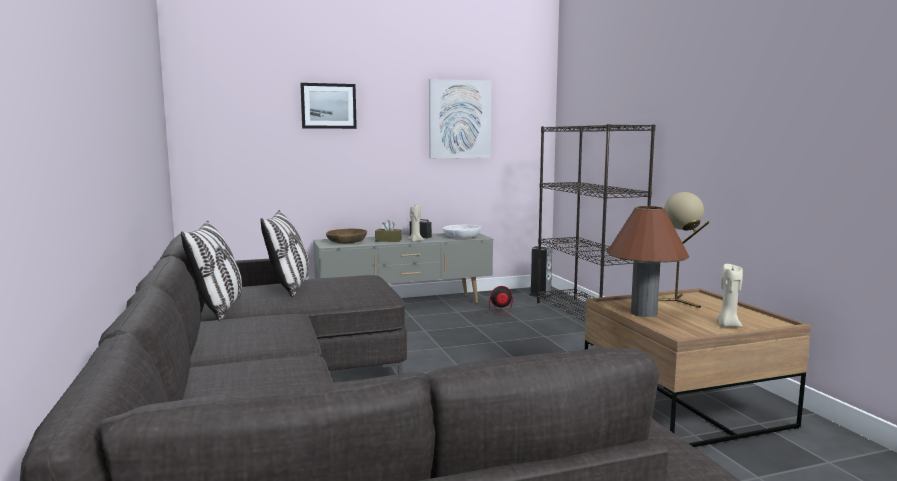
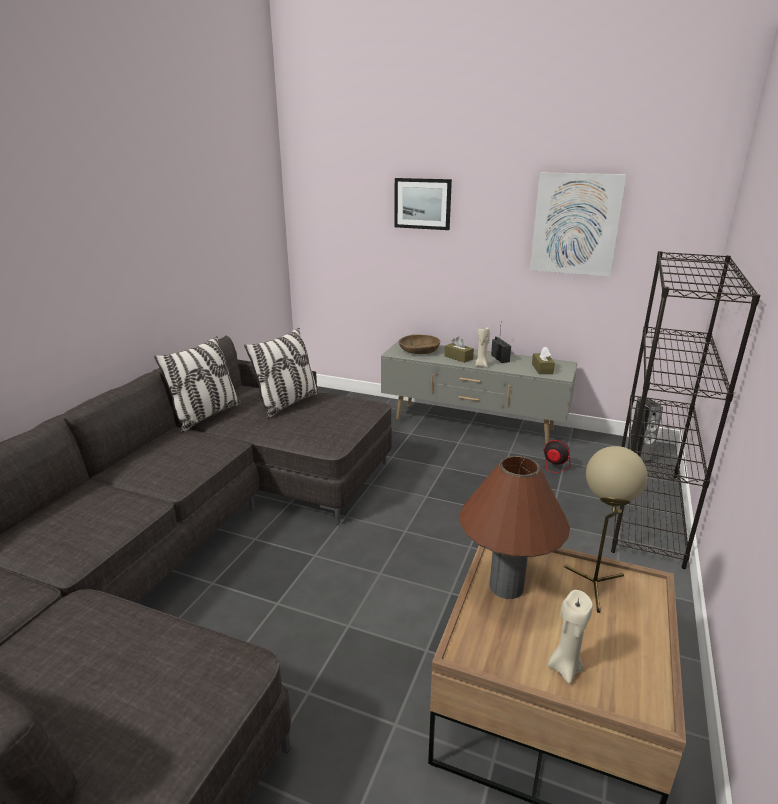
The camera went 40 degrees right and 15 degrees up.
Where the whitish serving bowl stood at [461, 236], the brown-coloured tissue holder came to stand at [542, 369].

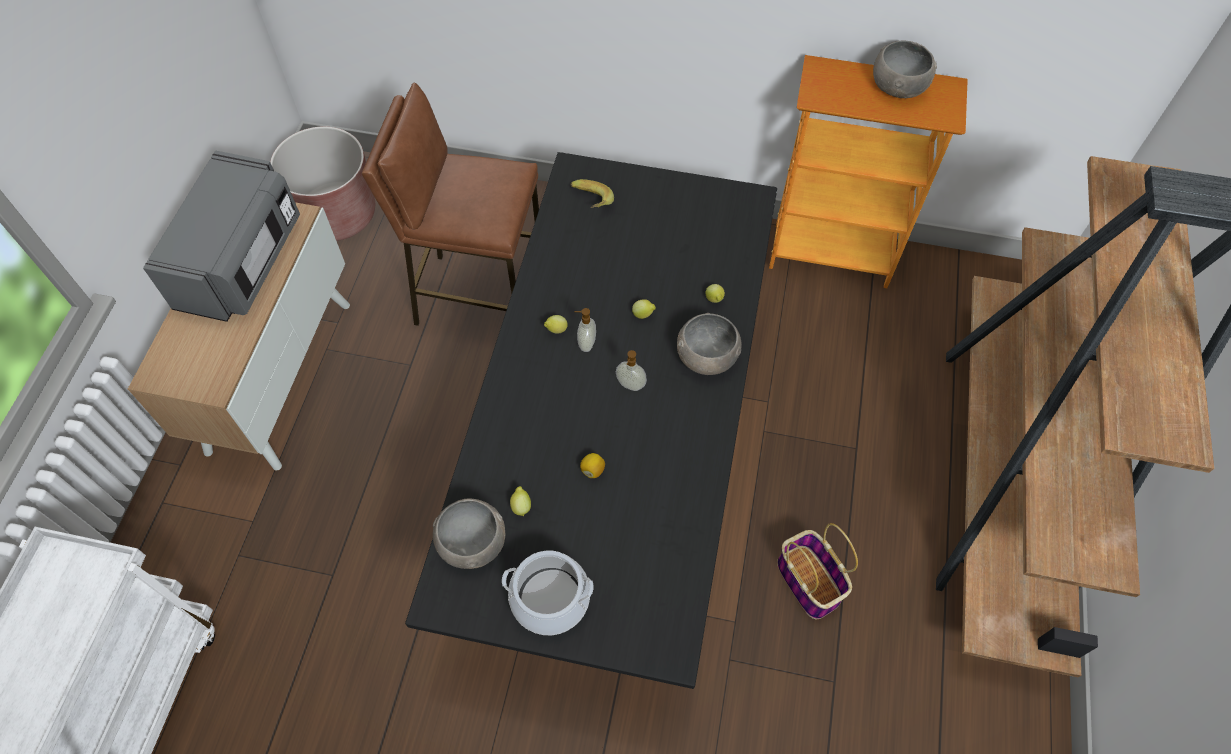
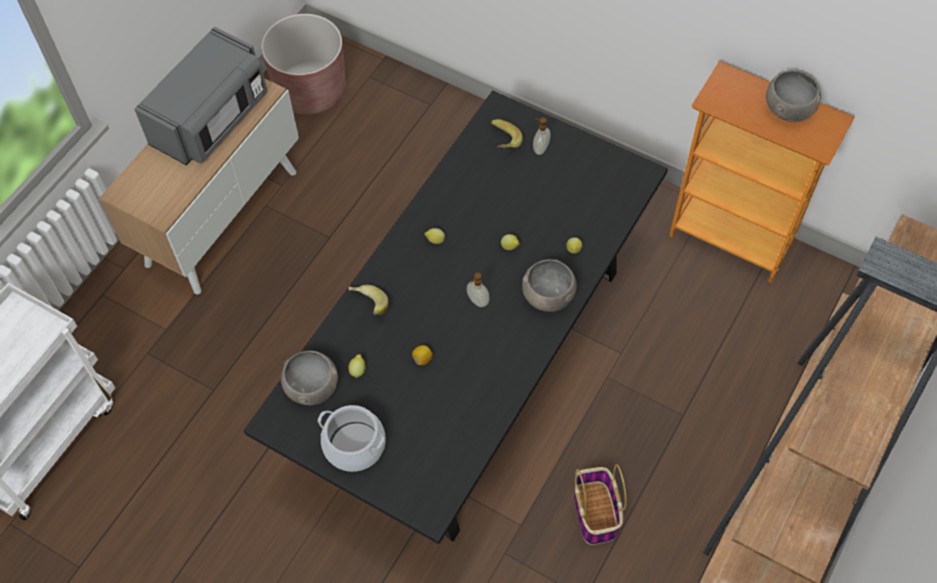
The camera went 20 degrees right and 0 degrees up.
The second view gained the banana at [368, 305].
The liquid soap bottle ended up elsewhere, having gone from [586, 343] to [540, 148].
The second view lost the brown-coloured stool seat at [480, 297].

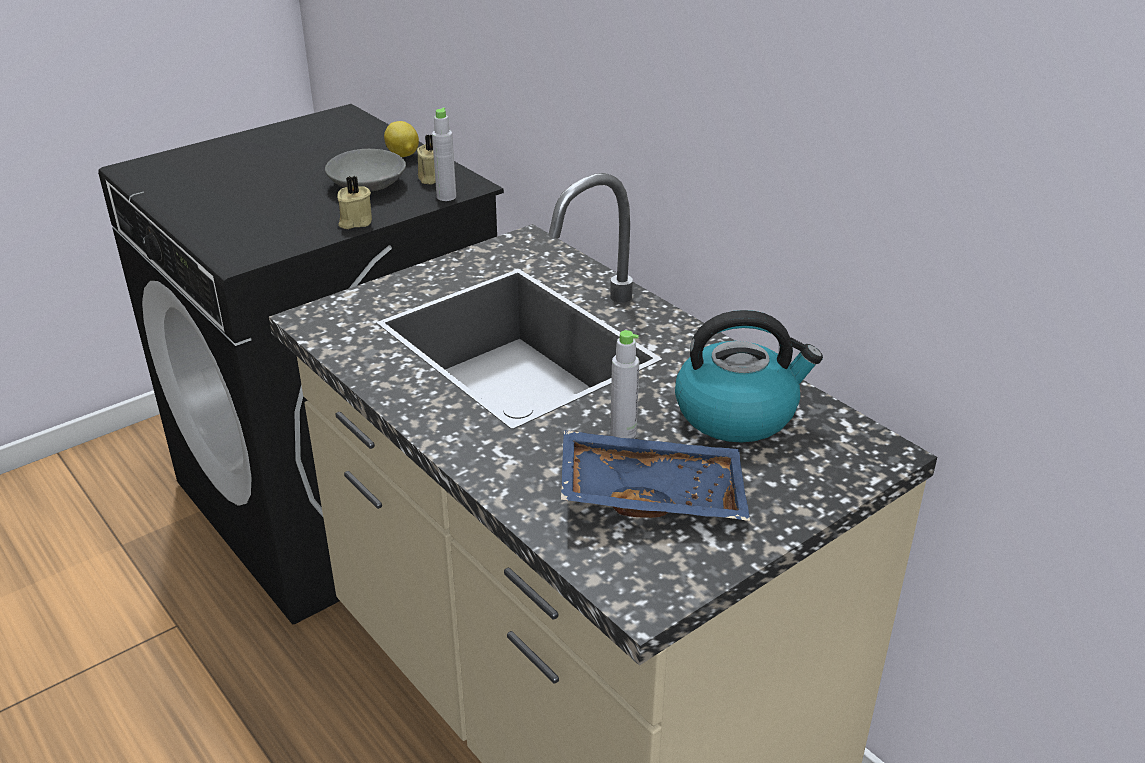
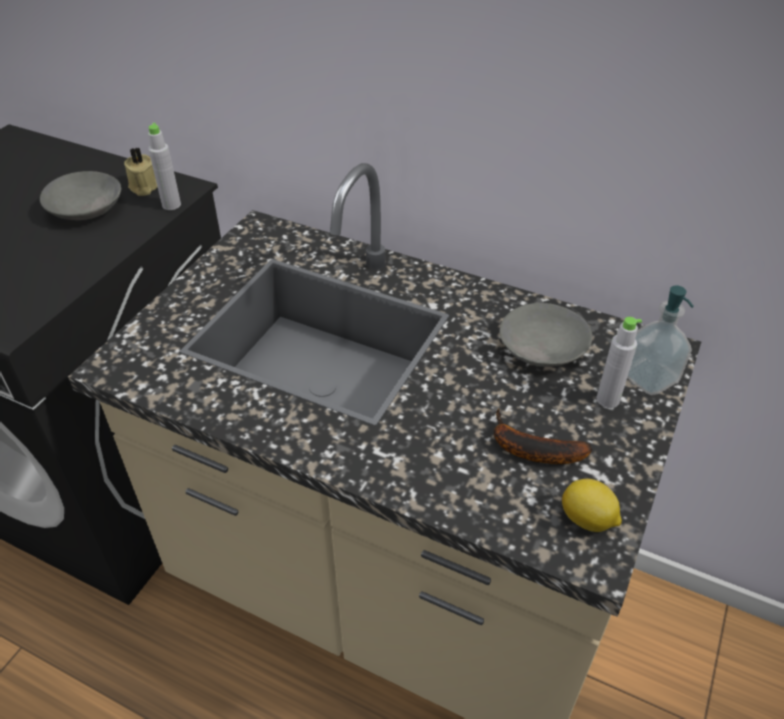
The camera went 25 degrees left and 10 degrees up.
Where the blue-coloured serving tray stood at [652, 493], the banana came to stand at [530, 449].
Where the tea kettle stood at [737, 413], the gray serving bowl came to stand at [540, 349].
The lemon ended up elsewhere, having gone from [403, 155] to [588, 520].
The gray beverage bottle ended up elsewhere, having gone from [623, 435] to [608, 399].
The second view gained the liquid soap bottle at [649, 377].
The second view lost the beige wax light at [354, 221].

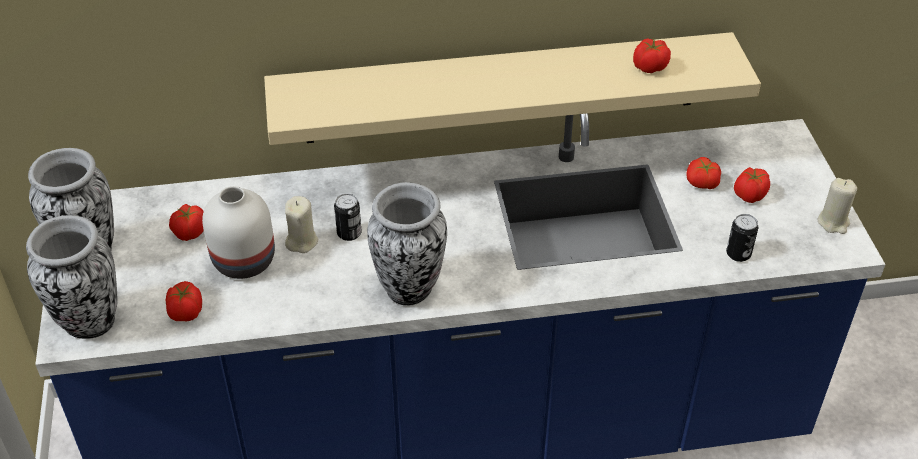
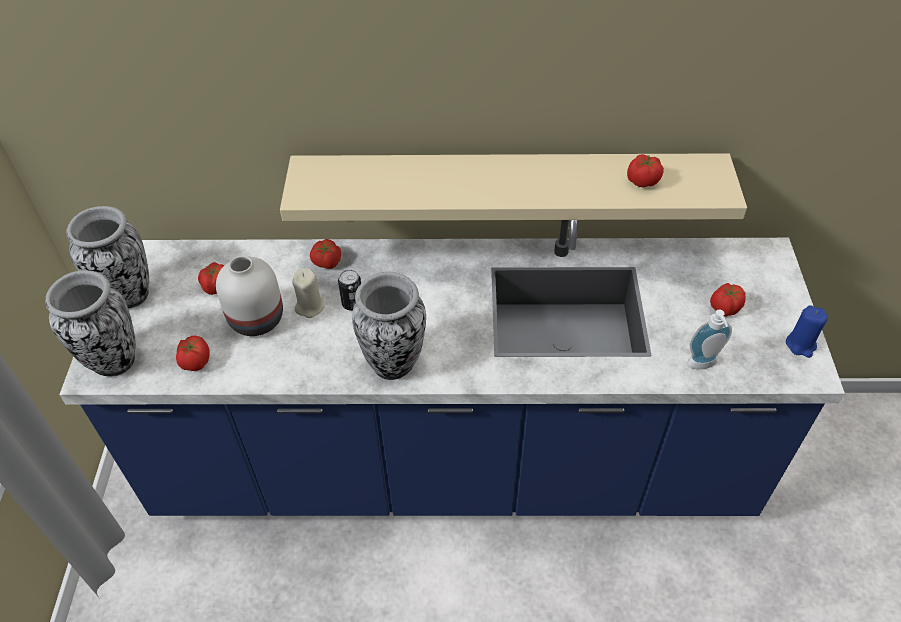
The camera went 10 degrees right and 5 degrees up.
The fresh tomato ended up elsewhere, having gone from [702, 183] to [327, 262].
Where the sealed can stood at [738, 254], the liquid soap bottle came to stand at [703, 366].
What was the beige wax light at [833, 222] turned into the blue-coloured wax light at [801, 344].

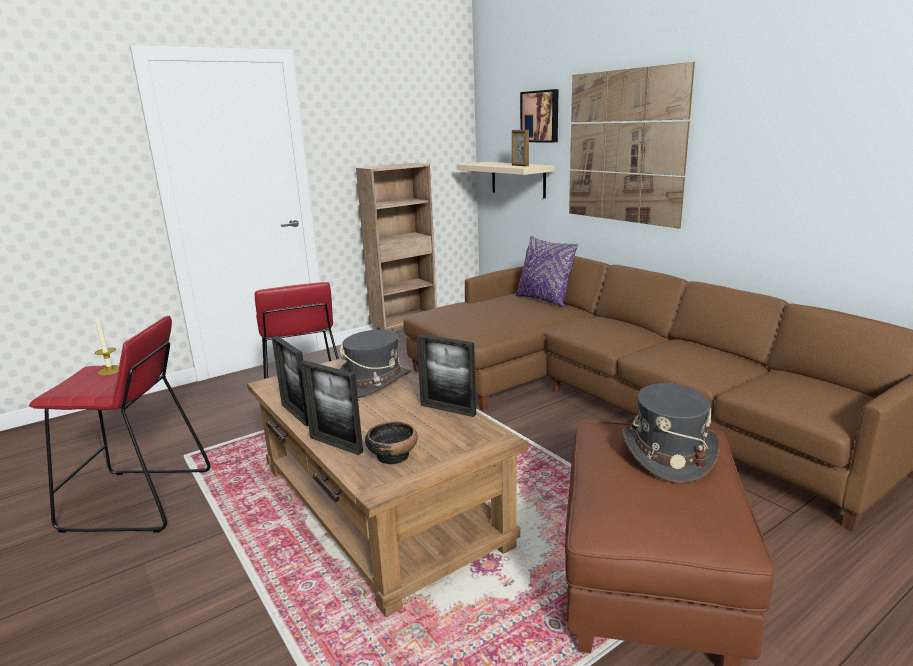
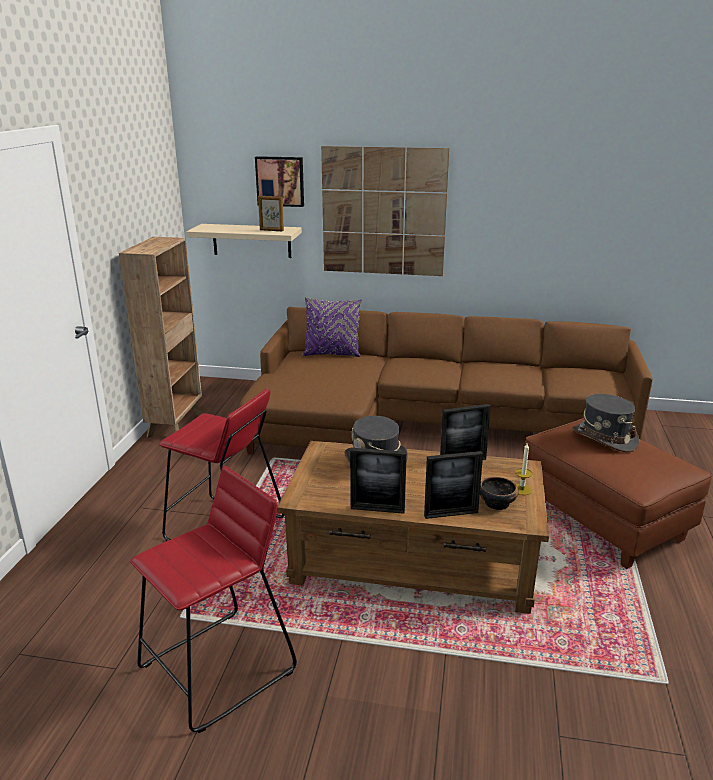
The camera went 45 degrees left and 5 degrees up.
The wax light ended up elsewhere, having gone from [110, 370] to [521, 489].

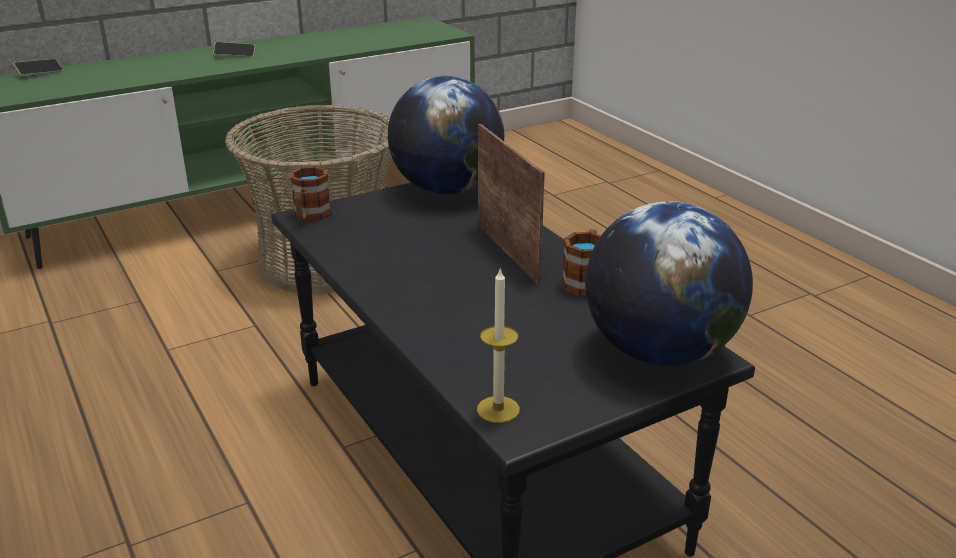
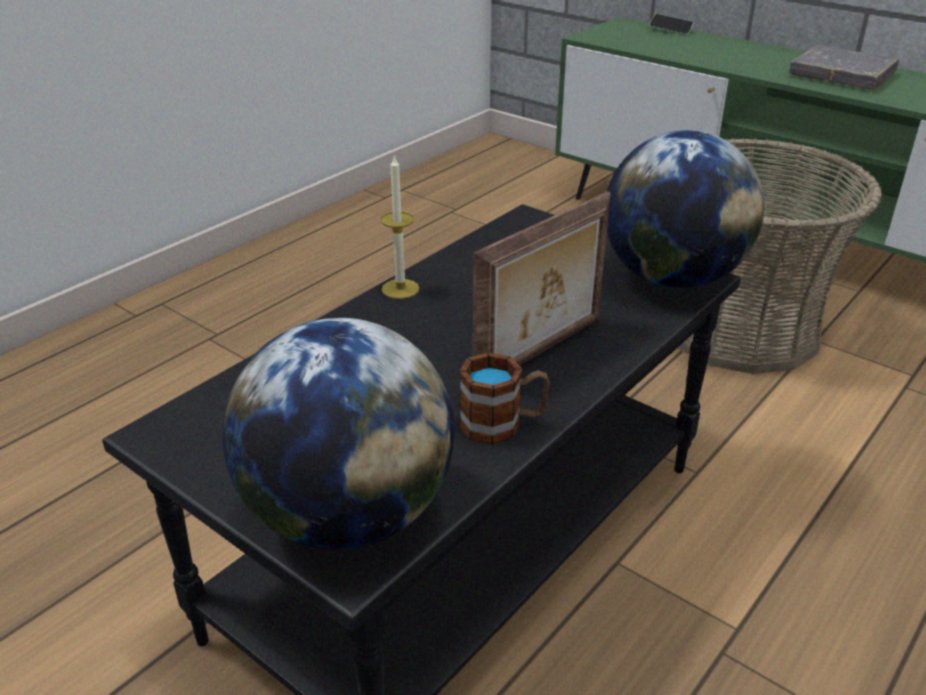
The camera went 70 degrees right and 5 degrees up.
The wax light ended up elsewhere, having gone from [498, 409] to [400, 289].
Where the handset stood at [235, 55], the gray bound book came to stand at [842, 74].
The second view lost the coffee mug at [309, 216].

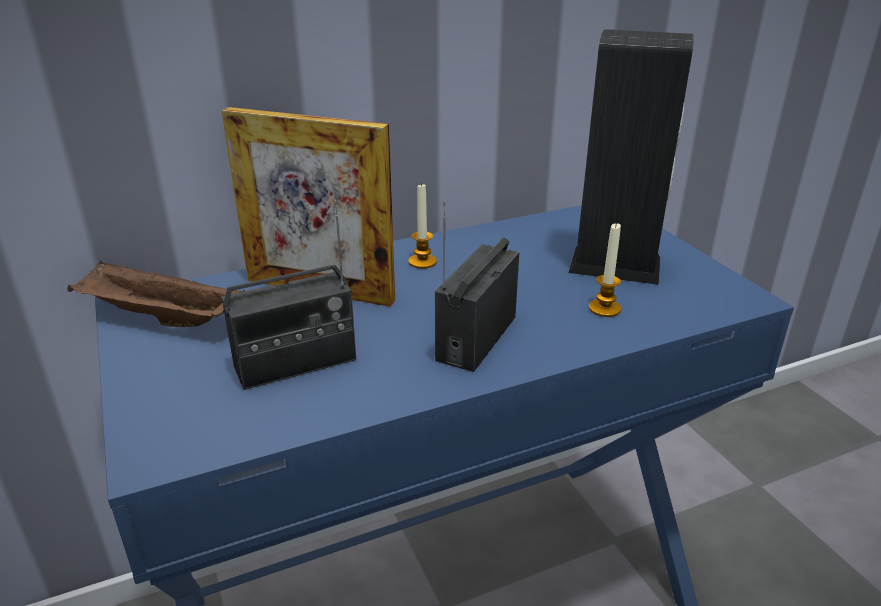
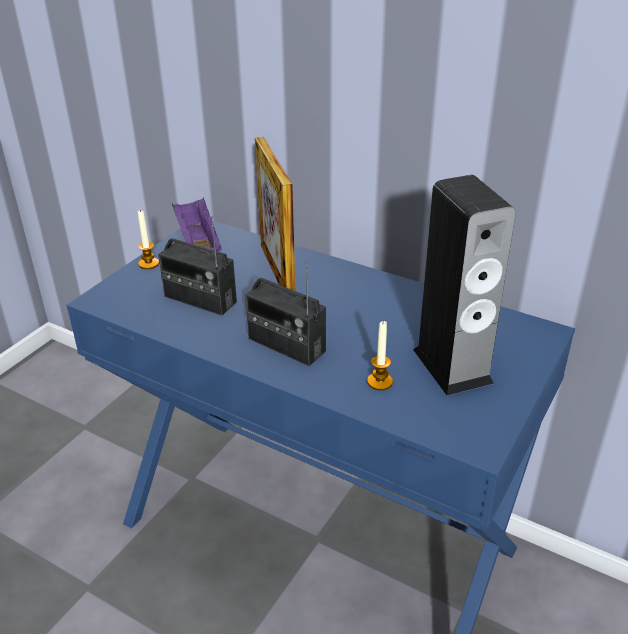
The camera went 55 degrees right and 5 degrees up.
The wax light ended up elsewhere, having gone from [422, 262] to [148, 264].
What was the brown-coloured serving tray at [159, 318] turned into the purplish serving tray at [198, 242].
The radio set at [476, 338] ended up facing another way, 135 degrees counterclockwise from before.

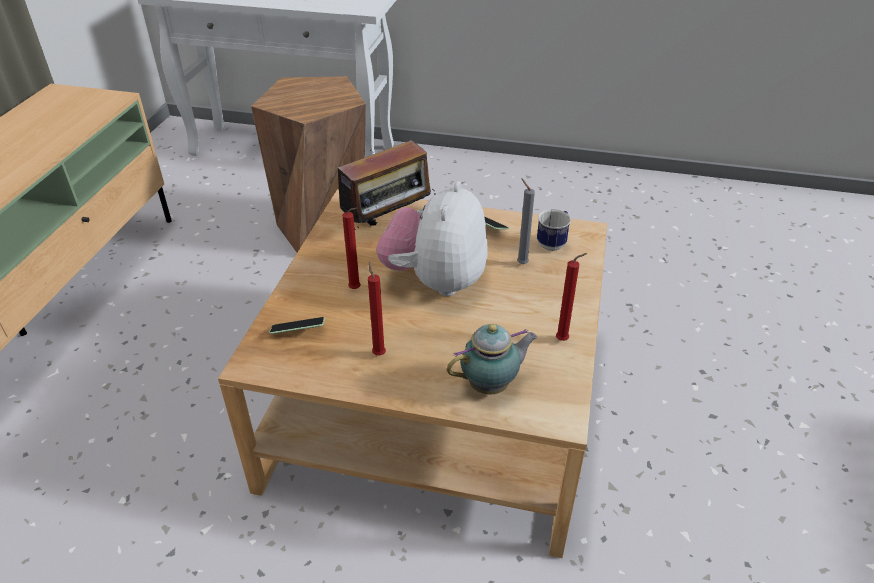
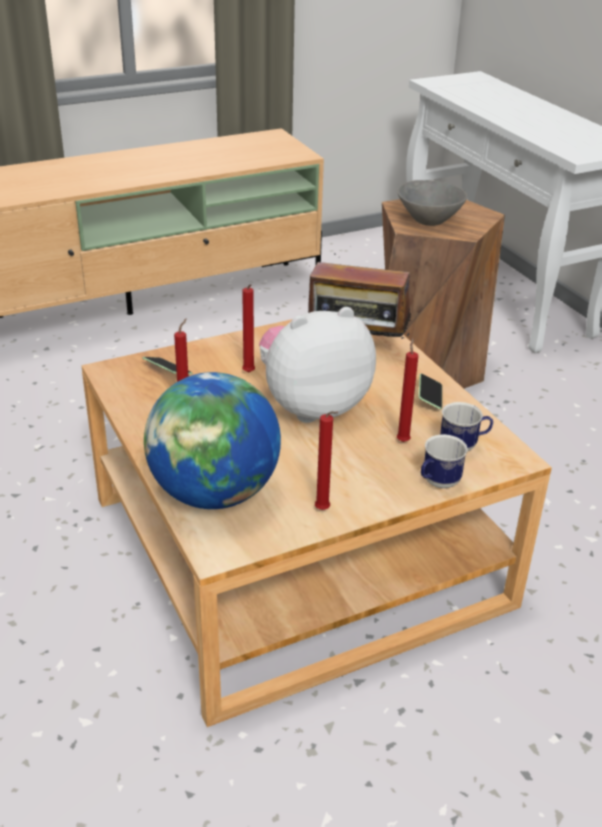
The camera went 50 degrees right and 5 degrees down.
Where the tea pot stood at [491, 385], the desk globe came to stand at [214, 493].
What was the gray wax light at [521, 263] turned into the red-coloured wax light at [403, 440].
The second view gained the gray serving bowl at [429, 220].
The second view gained the coffee mug at [437, 483].

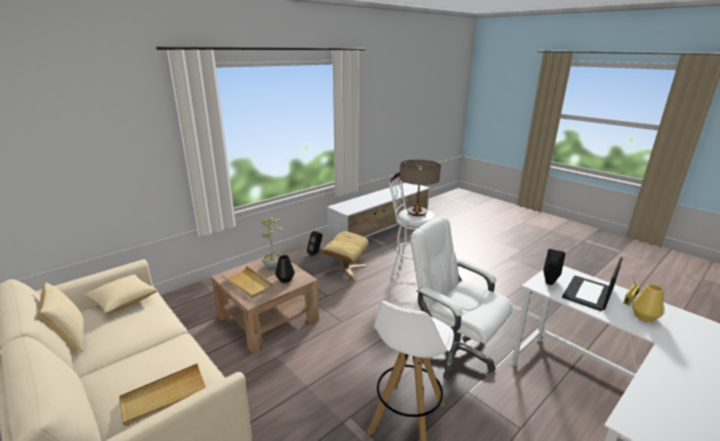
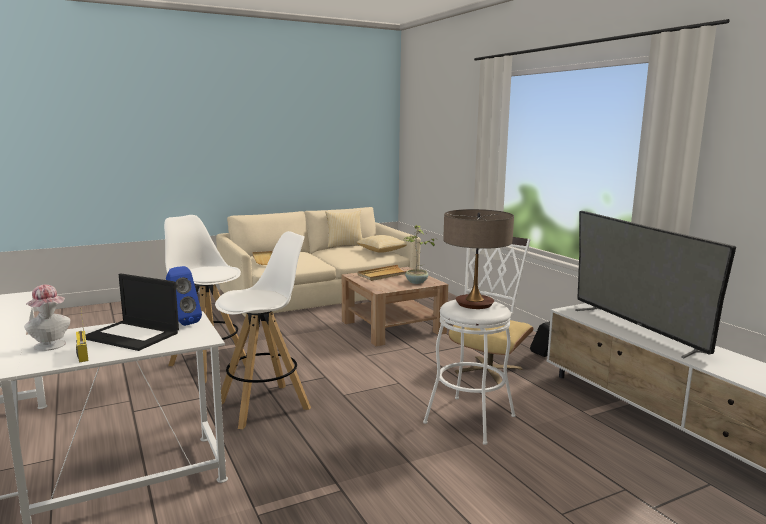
The camera went 105 degrees right and 10 degrees down.
Where the yellow-coloured vase stood at [644, 316], the clothing hat came to stand at [51, 346].
The portable computer at [588, 293] ended up facing another way, 150 degrees clockwise from before.
What was the black-coloured loudspeaker at [549, 284] turned into the blue-coloured loudspeaker at [182, 322].
Where the whitish desk chair stood at [453, 350], the whitish stool seat came to stand at [265, 405].
The second view gained the television at [636, 329].
The second view lost the black-coloured vase at [285, 279].

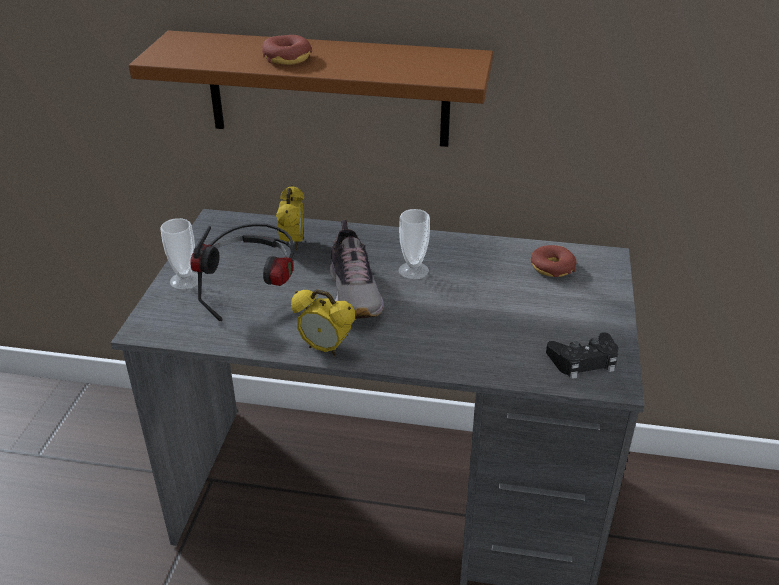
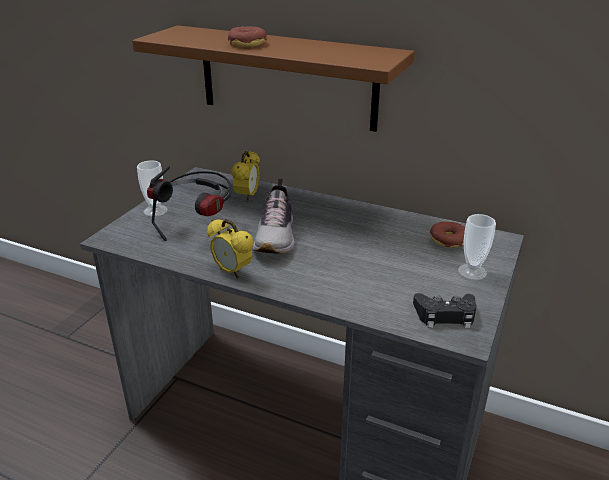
The camera went 15 degrees right and 5 degrees down.
The small cup ended up elsewhere, having gone from [413, 271] to [472, 272].

